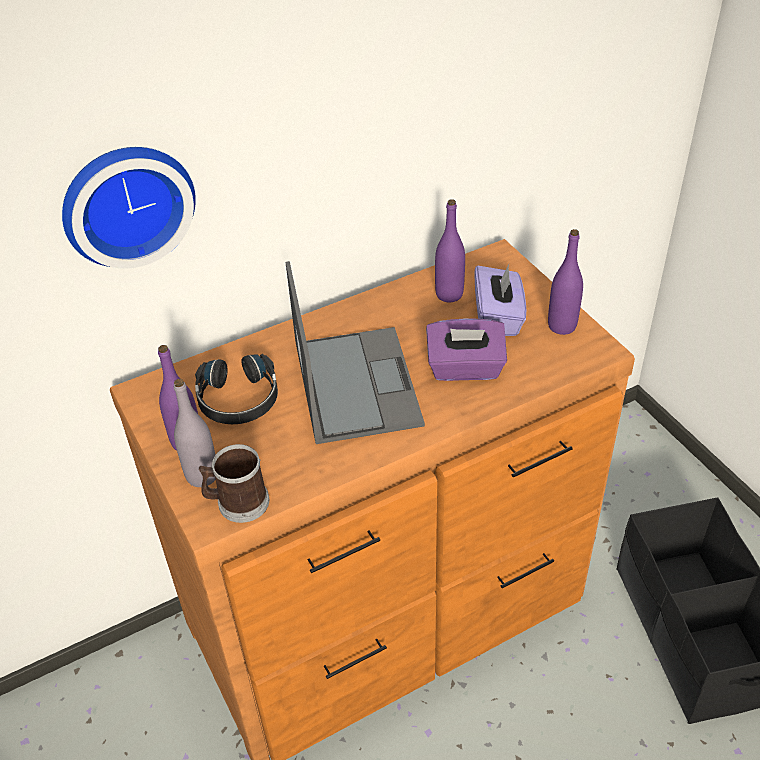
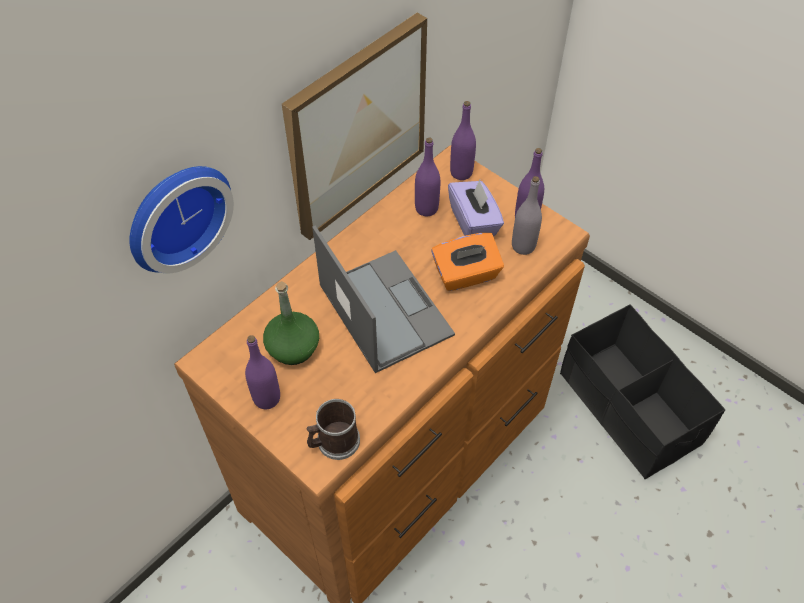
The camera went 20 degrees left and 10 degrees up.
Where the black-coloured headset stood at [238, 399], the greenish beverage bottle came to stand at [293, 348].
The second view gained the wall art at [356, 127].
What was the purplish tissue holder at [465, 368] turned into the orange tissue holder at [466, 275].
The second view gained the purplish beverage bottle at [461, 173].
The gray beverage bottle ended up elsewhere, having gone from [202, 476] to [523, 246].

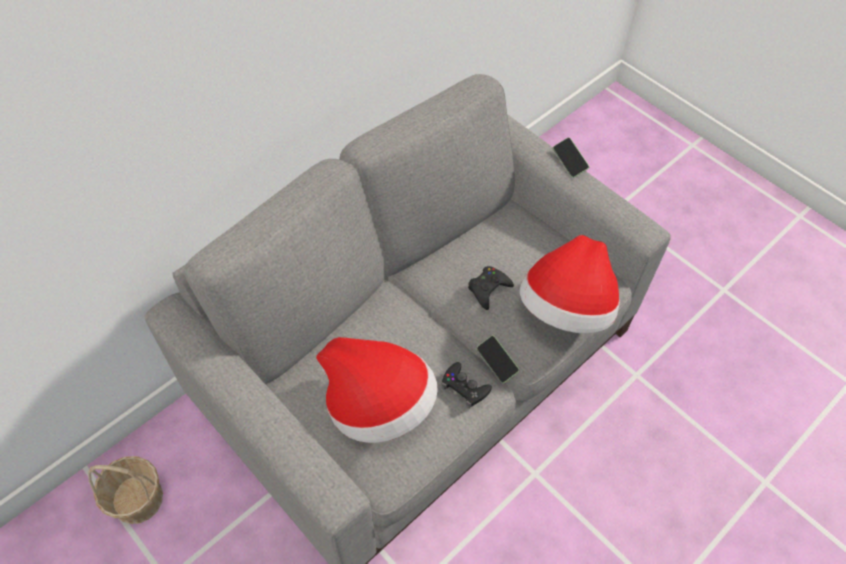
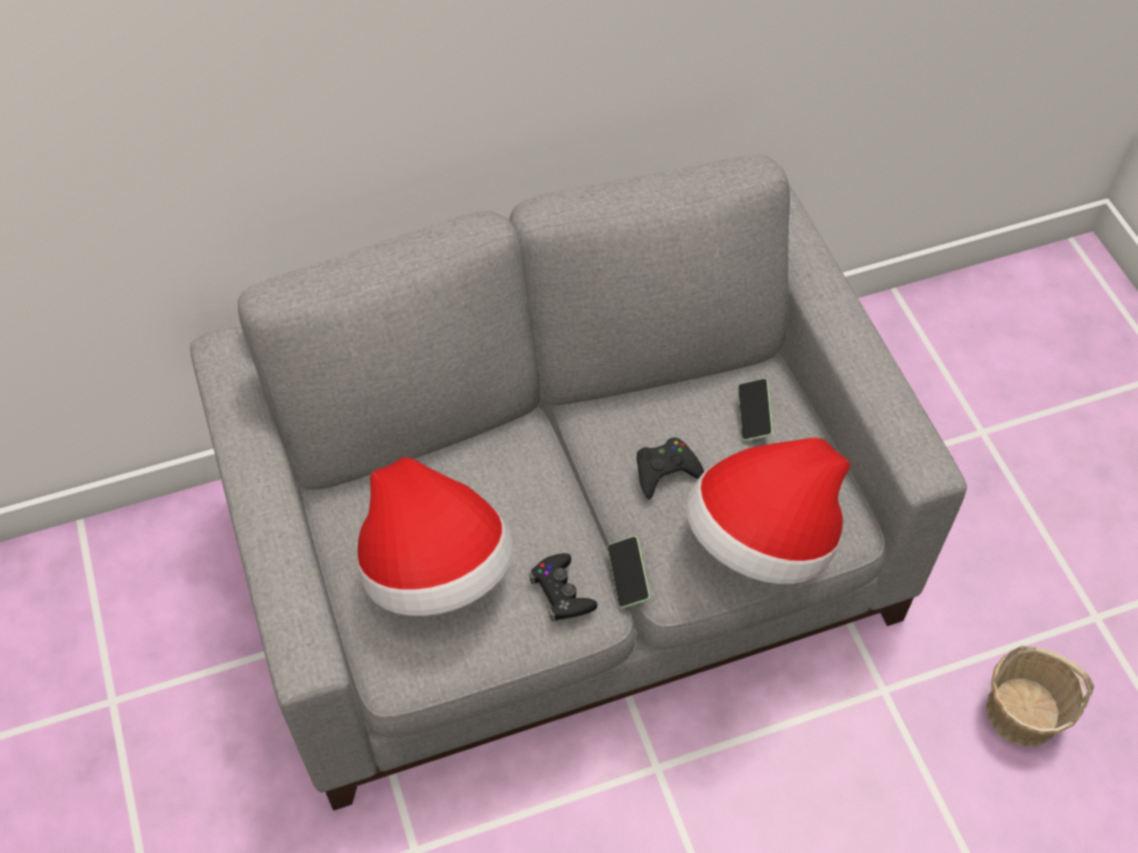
The camera went 25 degrees right and 0 degrees up.
The handset ended up elsewhere, having gone from [569, 161] to [753, 415].
The storage basket ended up elsewhere, having gone from [137, 499] to [1022, 711].

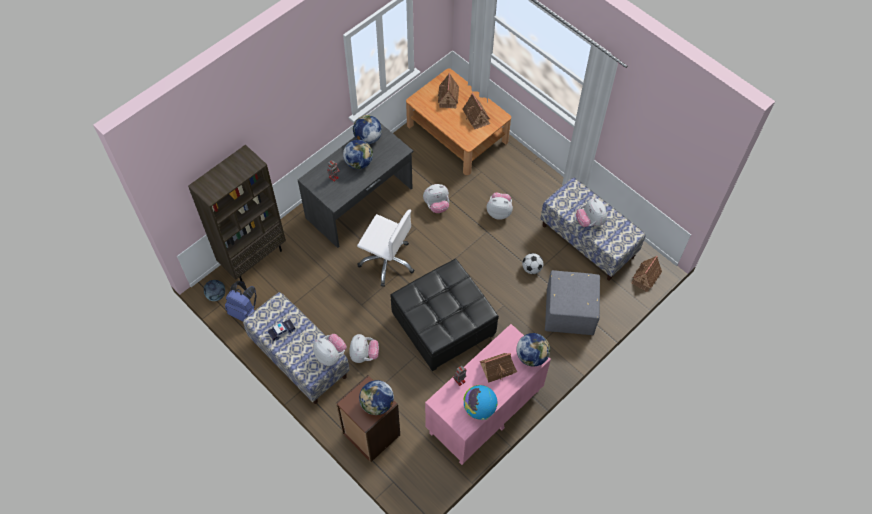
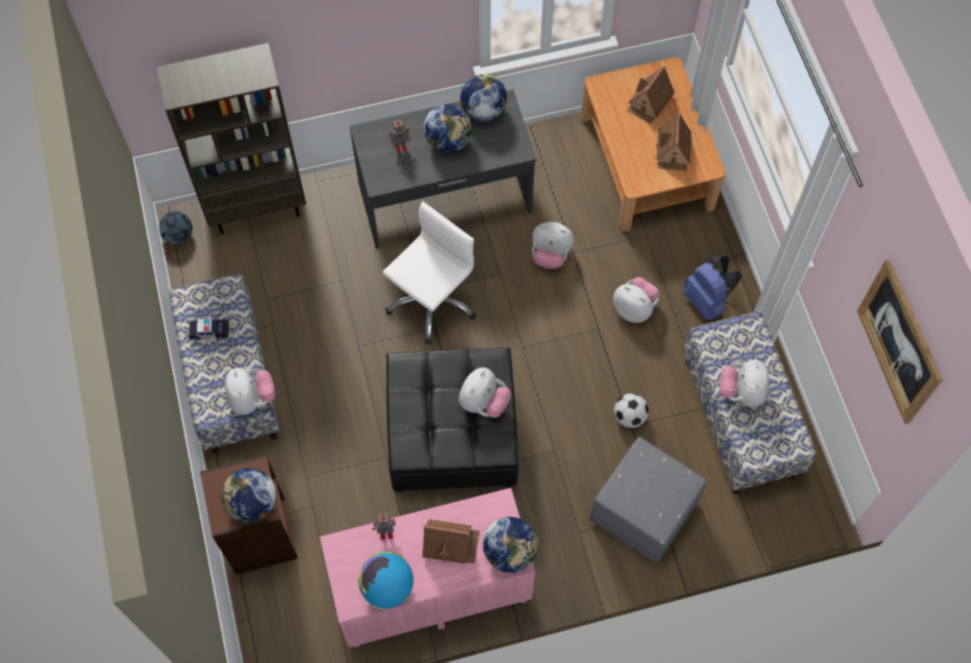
The camera went 30 degrees right and 5 degrees up.
The whitish desk chair at [387, 261] ended up facing another way, 105 degrees counterclockwise from before.
The cuddly toy ended up elsewhere, having gone from [364, 355] to [483, 402].
The blue-coloured knapsack ended up elsewhere, having gone from [245, 312] to [707, 300].
The second view gained the wall art at [899, 342].
The second view lost the model house at [645, 277].

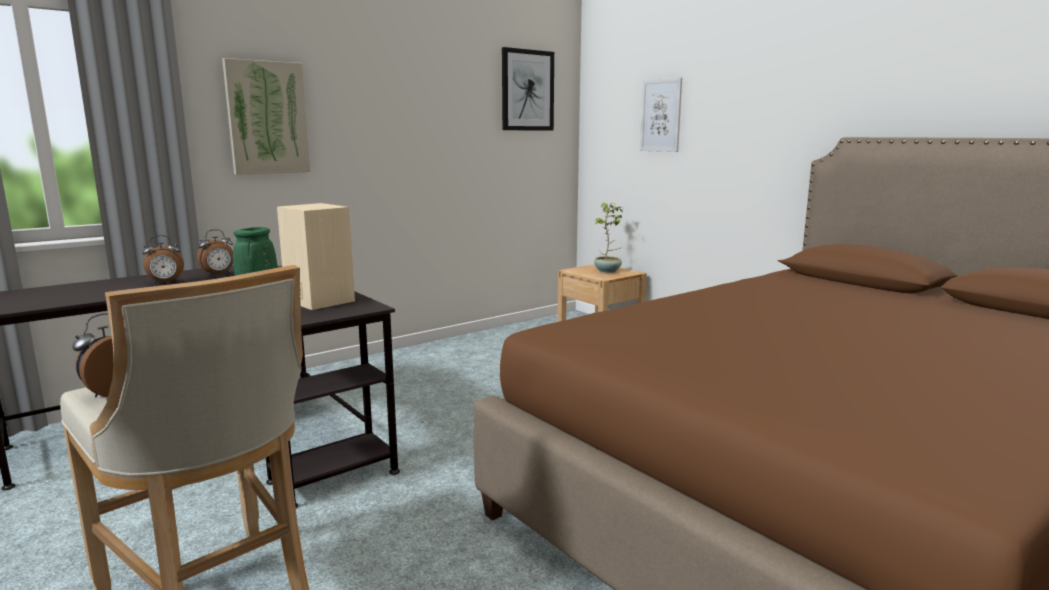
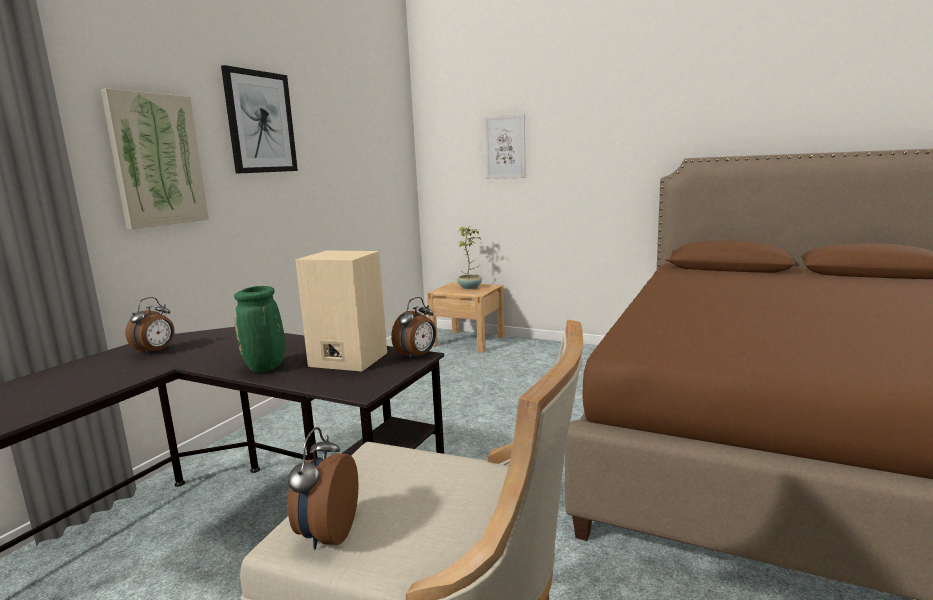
The camera went 25 degrees left and 0 degrees up.
The wall art ended up elsewhere, having gone from [527, 90] to [260, 122].
The bedside clock ended up elsewhere, having gone from [165, 283] to [417, 356].

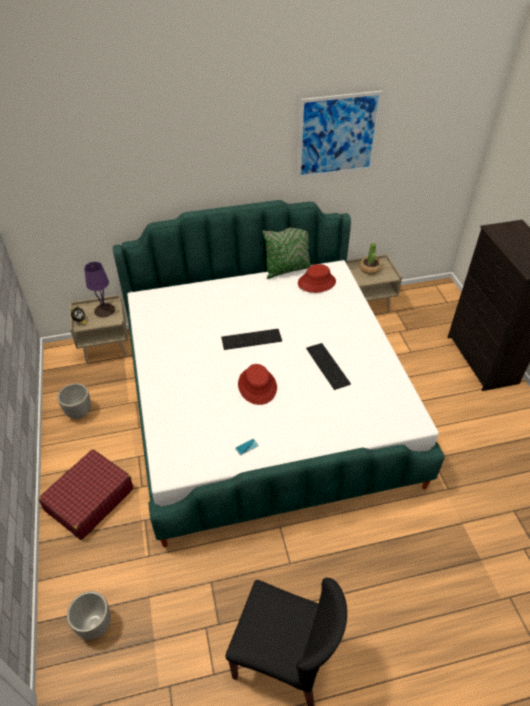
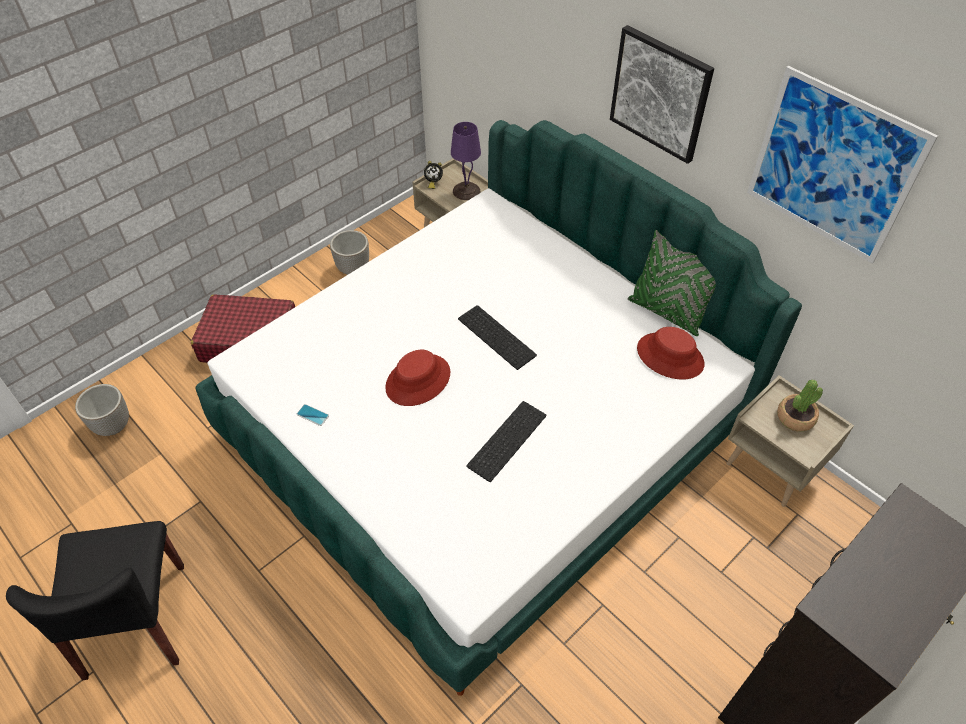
The camera went 60 degrees right and 5 degrees up.
The second view gained the wall art at [660, 94].

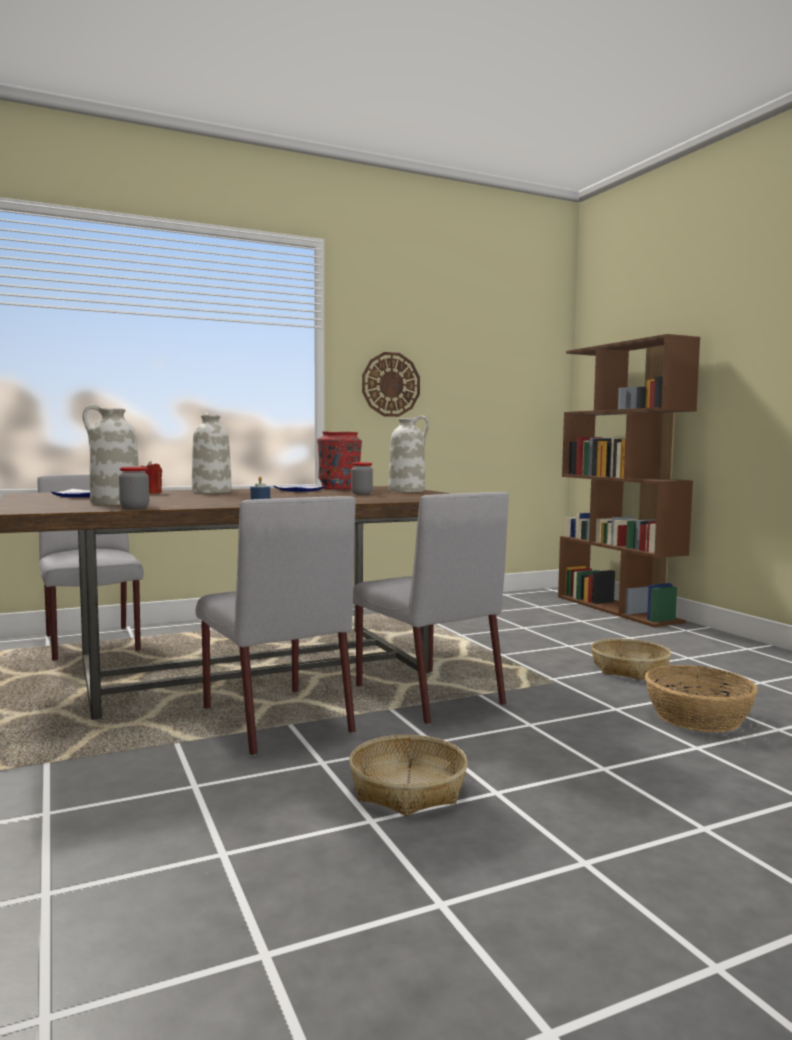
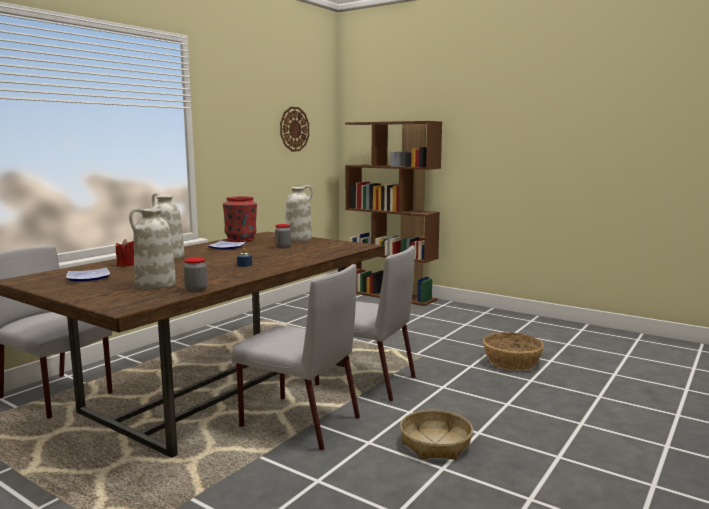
The camera went 30 degrees left and 5 degrees up.
The hanging clock ended up elsewhere, having gone from [390, 384] to [294, 129].
The second view lost the storage basket at [629, 669].

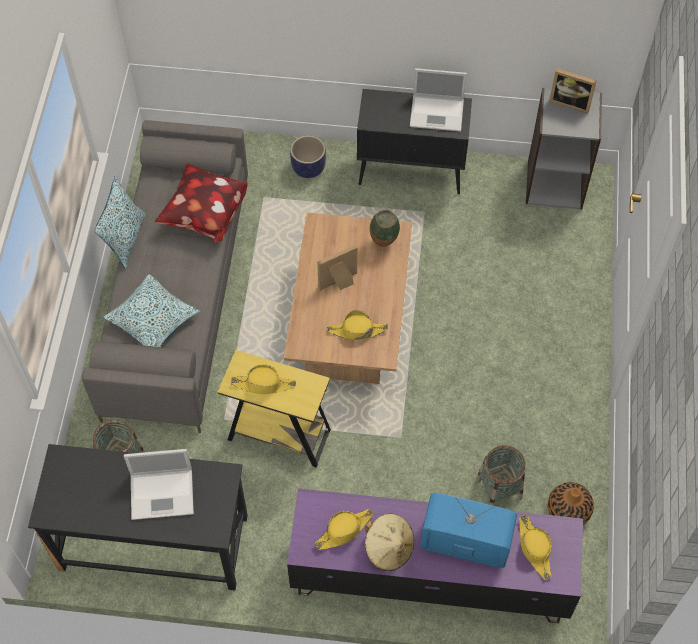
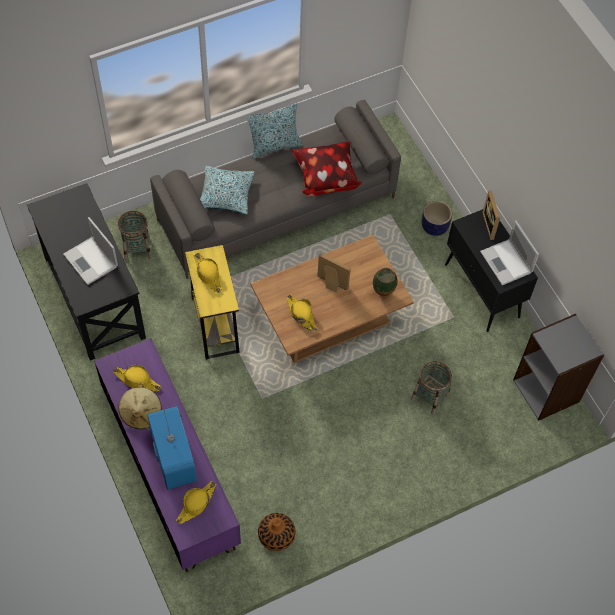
The camera went 55 degrees right and 0 degrees up.
The storage basket ended up elsewhere, having gone from [499, 488] to [430, 397].
The standing frame ended up elsewhere, having gone from [570, 102] to [491, 225].

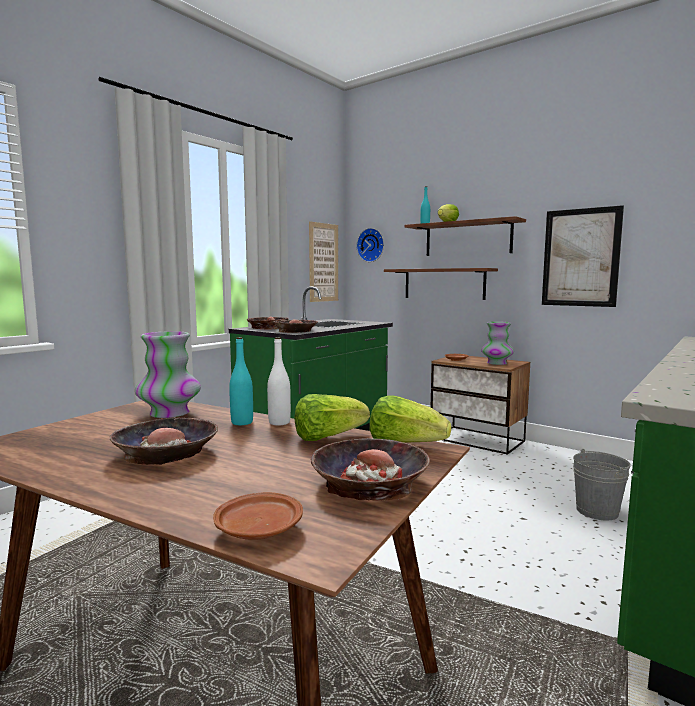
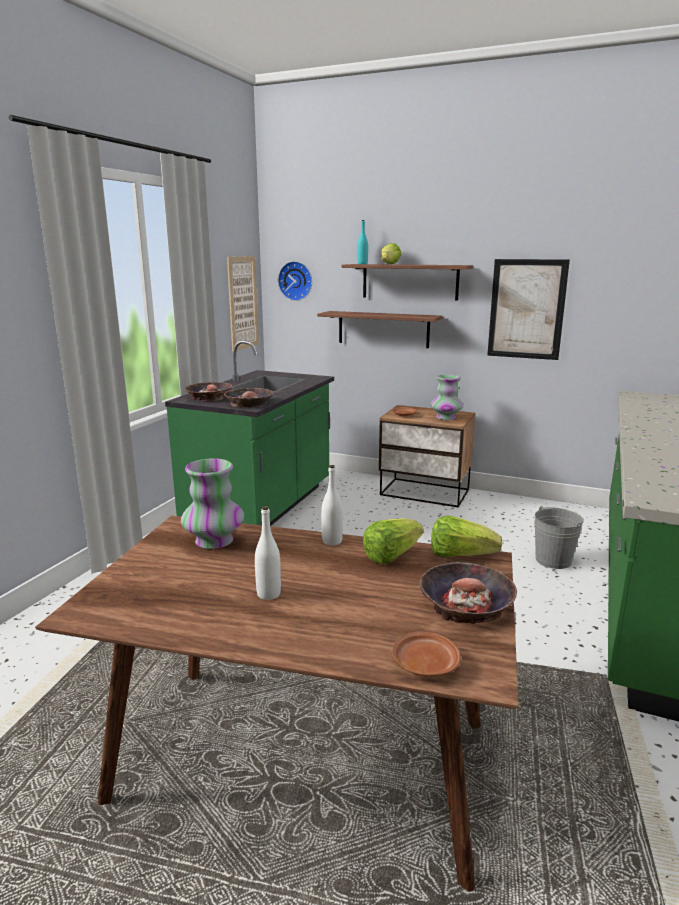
The camera went 15 degrees left and 10 degrees up.
Where the serving bowl stood at [166, 452], the whitish beverage bottle came to stand at [268, 594].
The second view lost the turquoise beverage bottle at [242, 422].

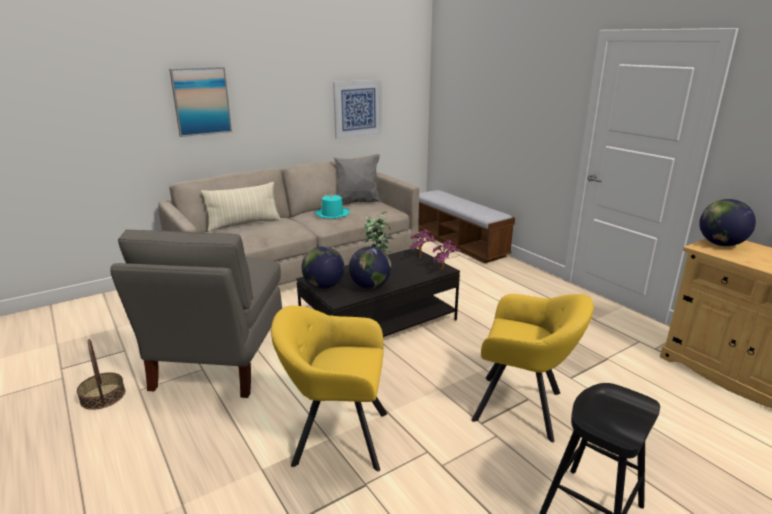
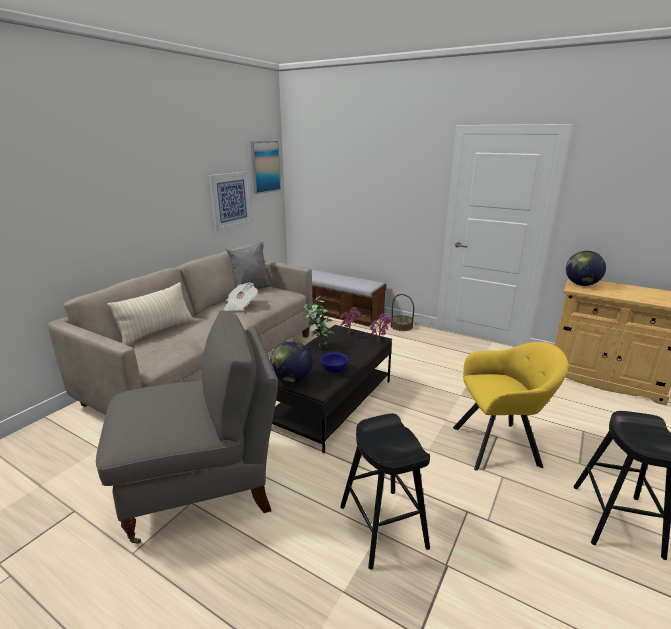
The camera went 25 degrees left and 0 degrees up.
The gray armchair at [220, 361] ended up facing another way, 90 degrees counterclockwise from before.
Where the turquoise clothing hat stood at [332, 214], the daily paper came to stand at [240, 305].
The wall art ended up elsewhere, having gone from [201, 101] to [265, 167].
Where the desk globe stood at [370, 286], the blue-coloured serving bowl came to stand at [334, 370].
Where the yellow-coloured armchair stood at [336, 436], the black-coloured stool seat came to stand at [383, 527].
The storage basket ended up elsewhere, having gone from [103, 396] to [401, 326].

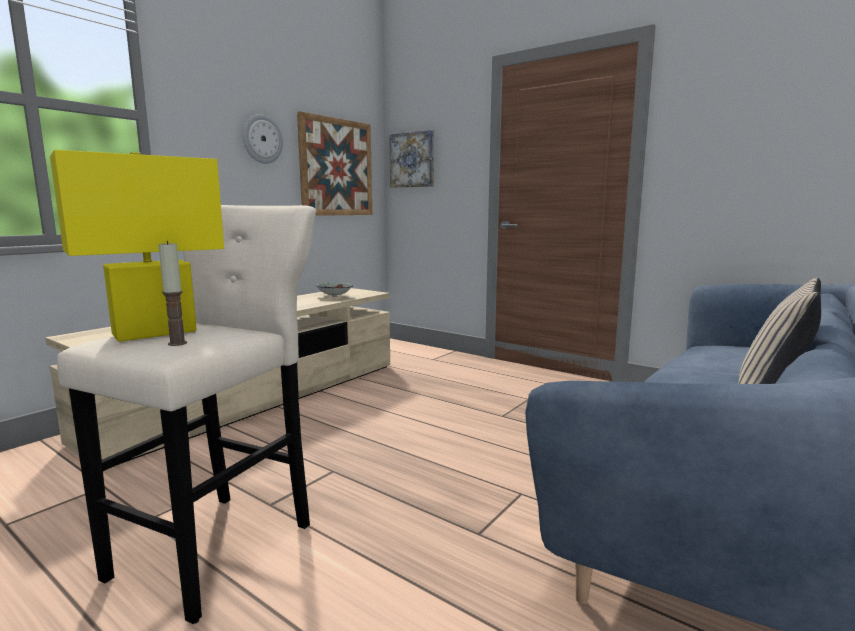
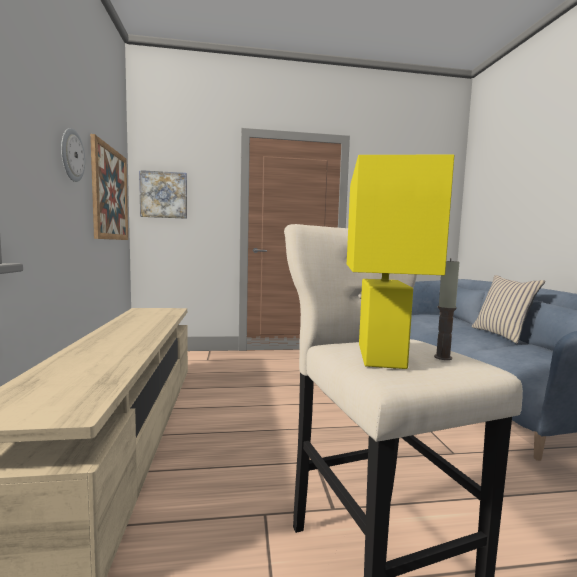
The camera went 45 degrees left and 5 degrees down.
The second view lost the serving bowl at [334, 296].

